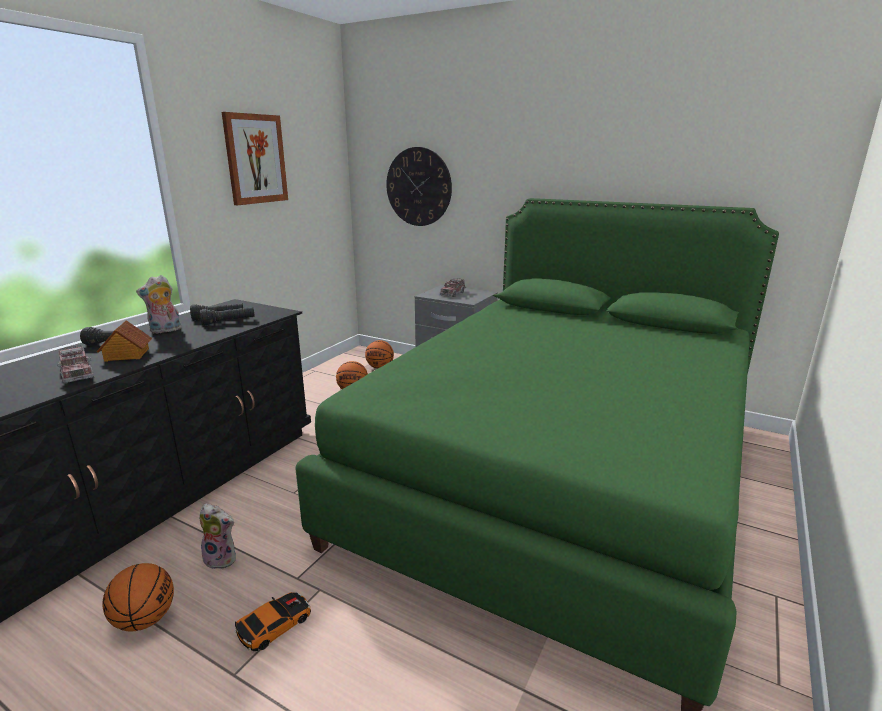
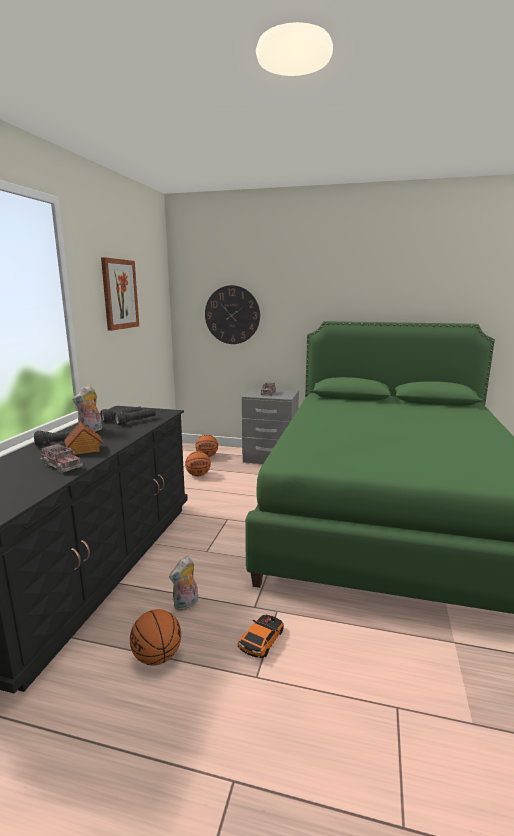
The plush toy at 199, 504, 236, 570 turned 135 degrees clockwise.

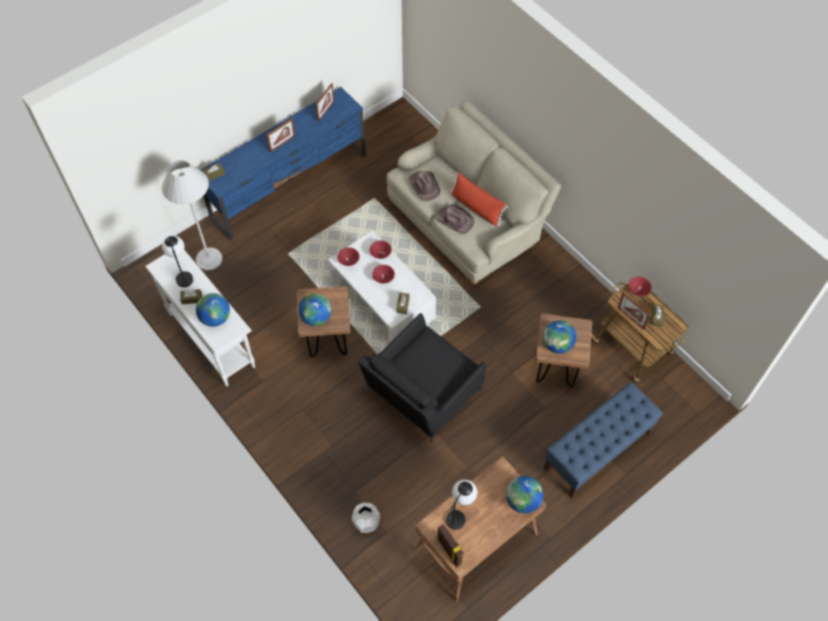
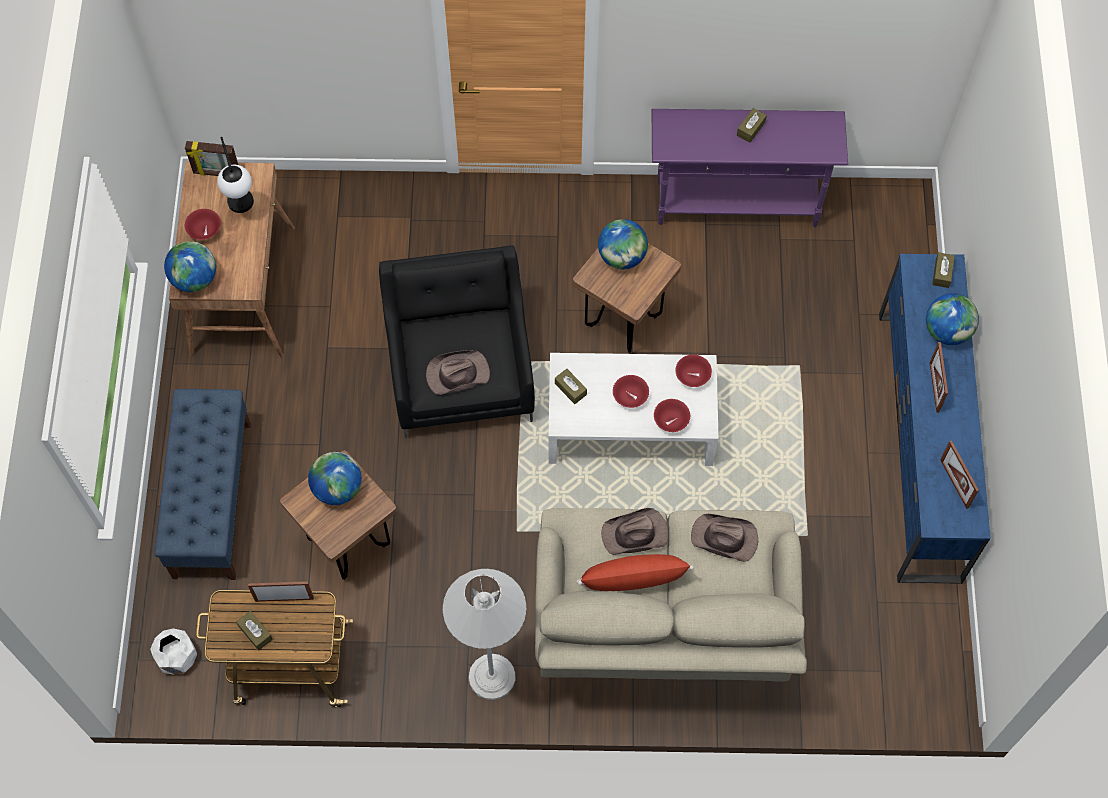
The table lamp at 162, 236, 193, 287 disappeared.
The wearable hat/brown at 426, 350, 490, 395 appeared.
The standing lamp/white moved from 162, 160, 222, 270 to 443, 569, 526, 700.
The desk globe moved from 196, 293, 230, 327 to 926, 293, 979, 345.
The planter/white moved from 352, 503, 380, 533 to 150, 628, 197, 675.
The serving bowl/red moved from 628, 276, 652, 296 to 185, 209, 221, 240.
The narrow table/white at 145, 250, 255, 386 became the narrow table/purple-coloured at 652, 109, 848, 227.

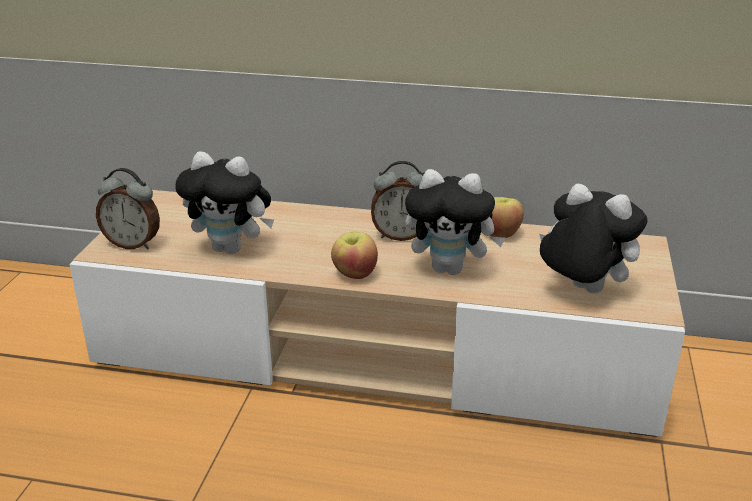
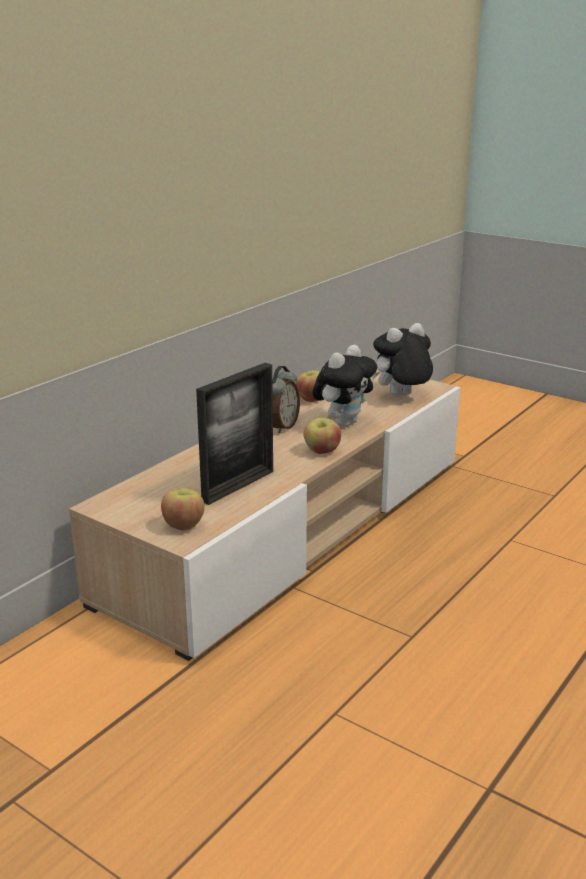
The table clock at 96, 168, 160, 250 was replaced by the whole apple at 161, 488, 205, 531.
The plush toy at 175, 151, 274, 254 was replaced by the standing frame at 196, 363, 273, 505.

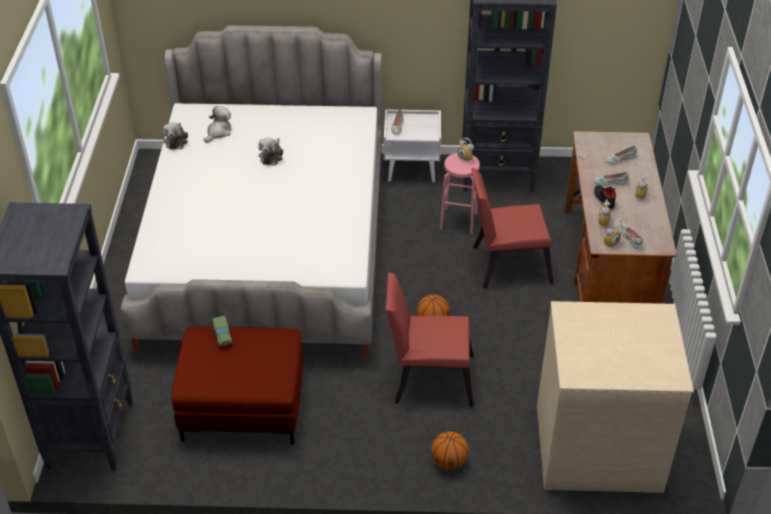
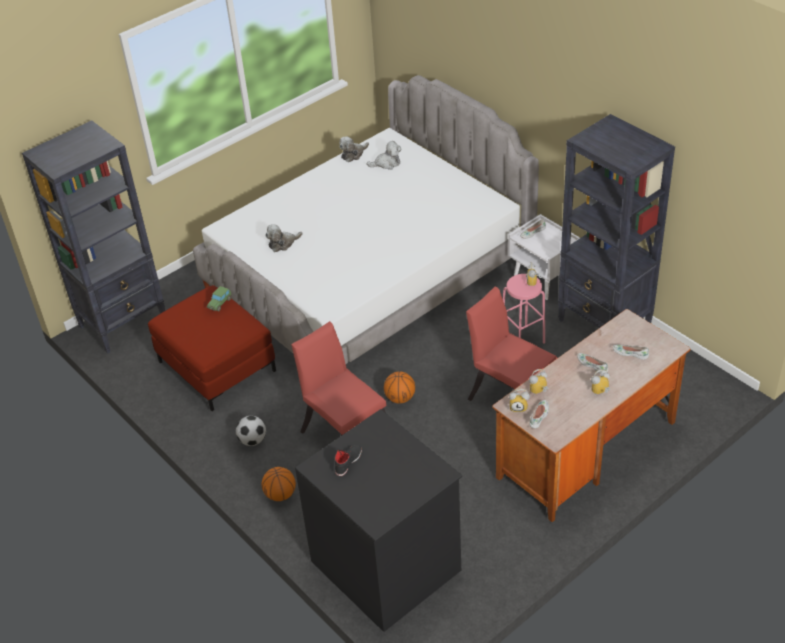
The ball for football at 236, 416, 266, 446 appeared.
The plush toy moved from 258, 138, 283, 166 to 265, 224, 302, 252.
The shoe/black moved from 594, 185, 616, 211 to 335, 445, 362, 476.
The dresser/sand-coloured at 537, 301, 694, 493 became the dresser/black at 295, 409, 462, 632.

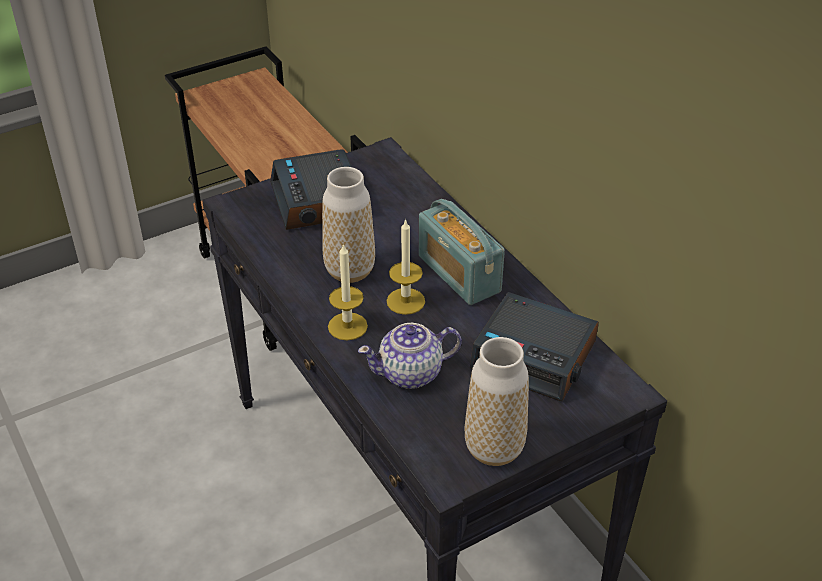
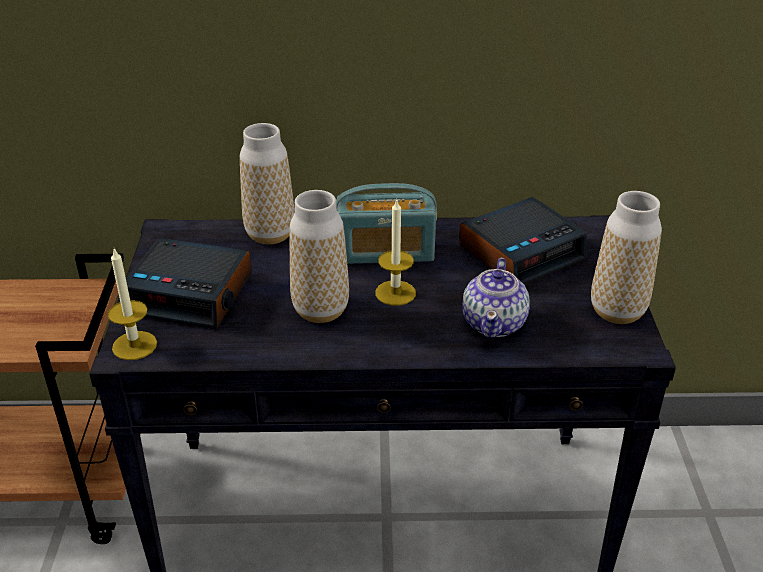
The vase at 240, 123, 295, 245 appeared.
The wax light moved from 328, 243, 368, 341 to 108, 249, 157, 360.

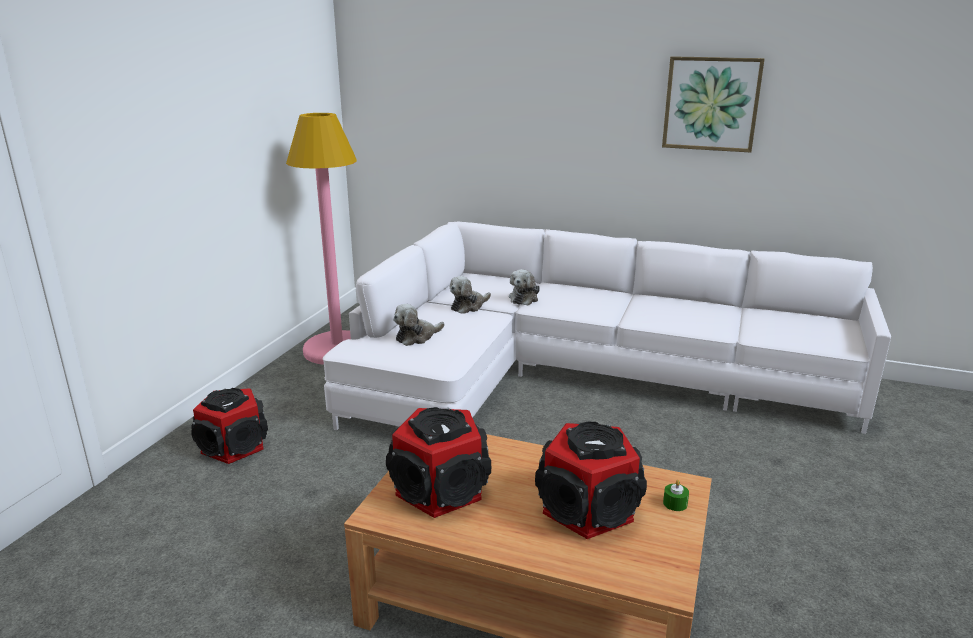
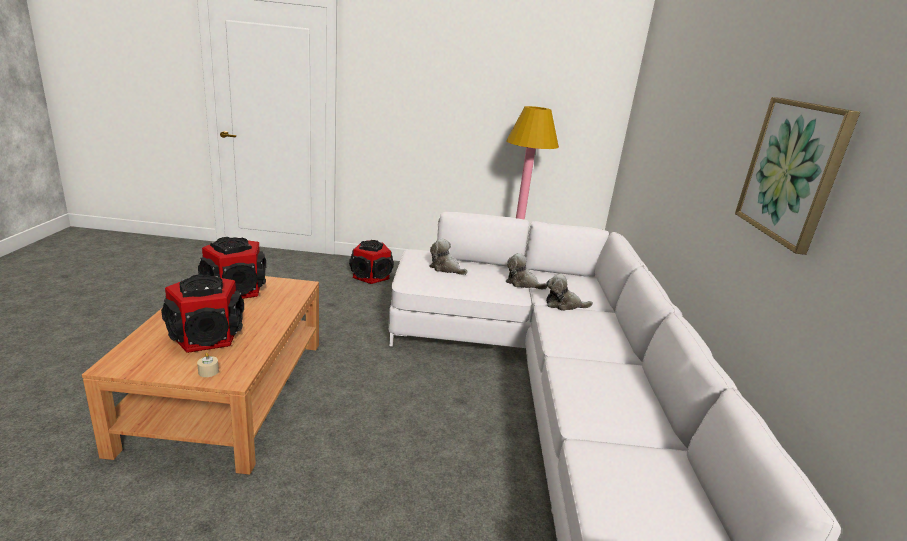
The wax light/green-coloured at 663, 480, 689, 511 became the wax light/sand-coloured at 197, 352, 219, 377.

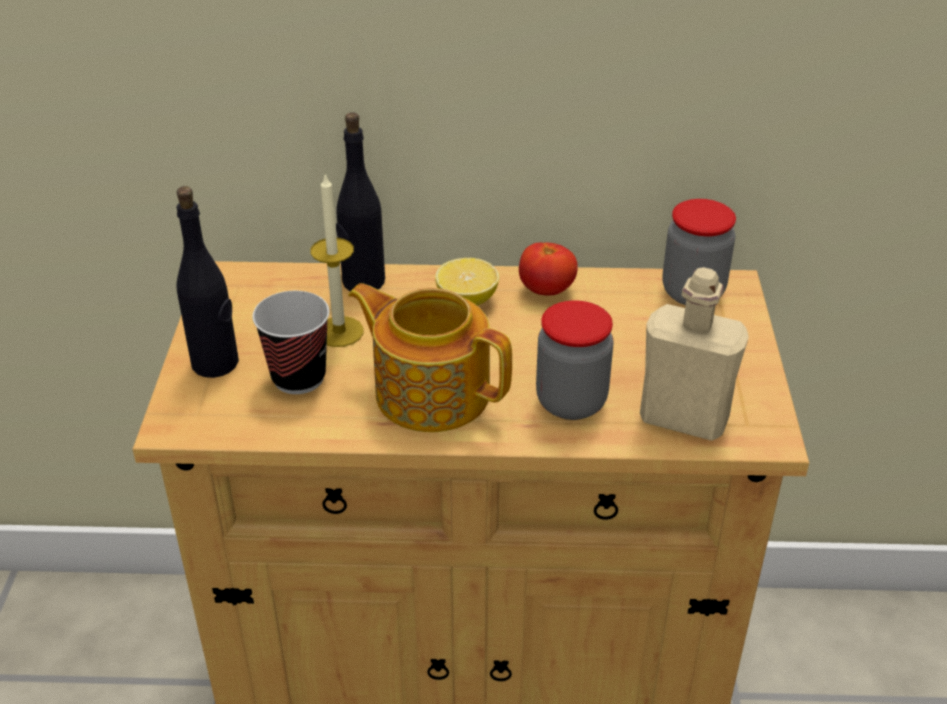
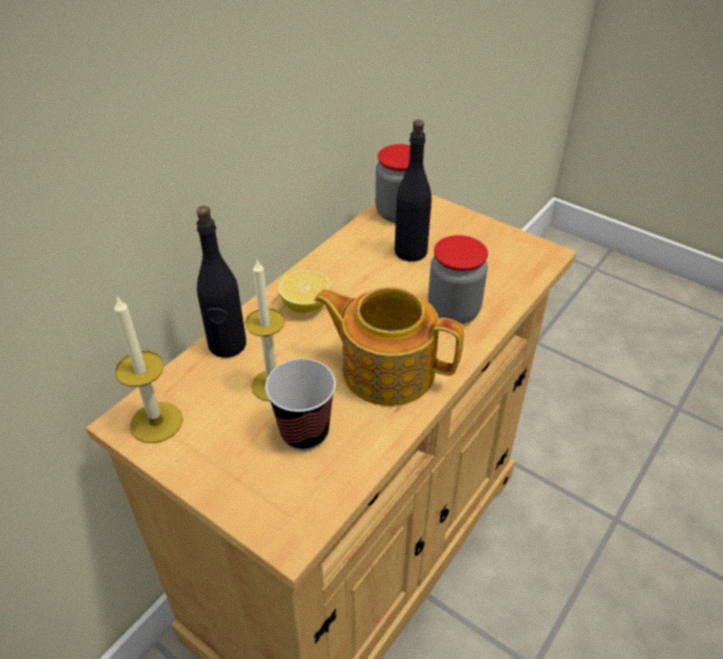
The whole tomato at 519, 243, 578, 295 disappeared.
The bottle/sand-coloured at 640, 267, 749, 441 disappeared.
The wax light at 114, 295, 183, 443 appeared.
The bottle/black moved from 176, 186, 239, 378 to 395, 120, 432, 262.
The teapot at 348, 283, 512, 432 turned 45 degrees clockwise.

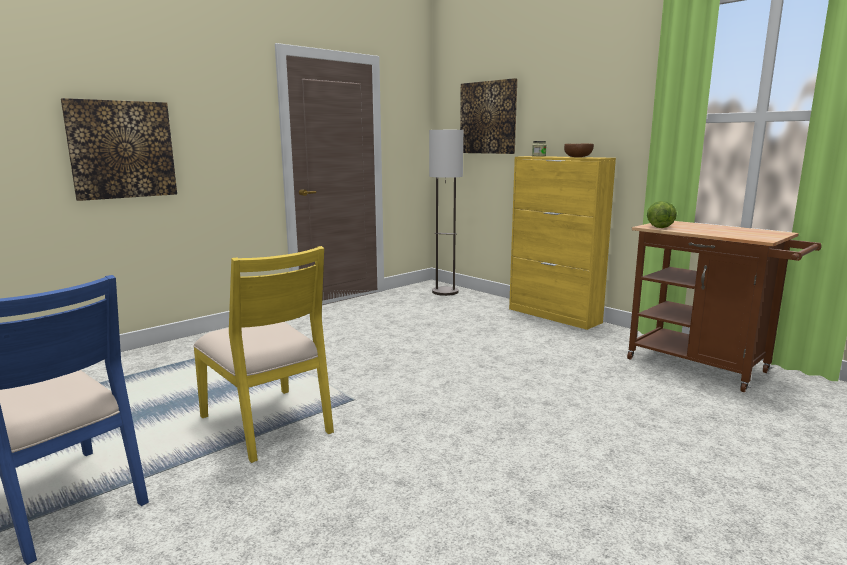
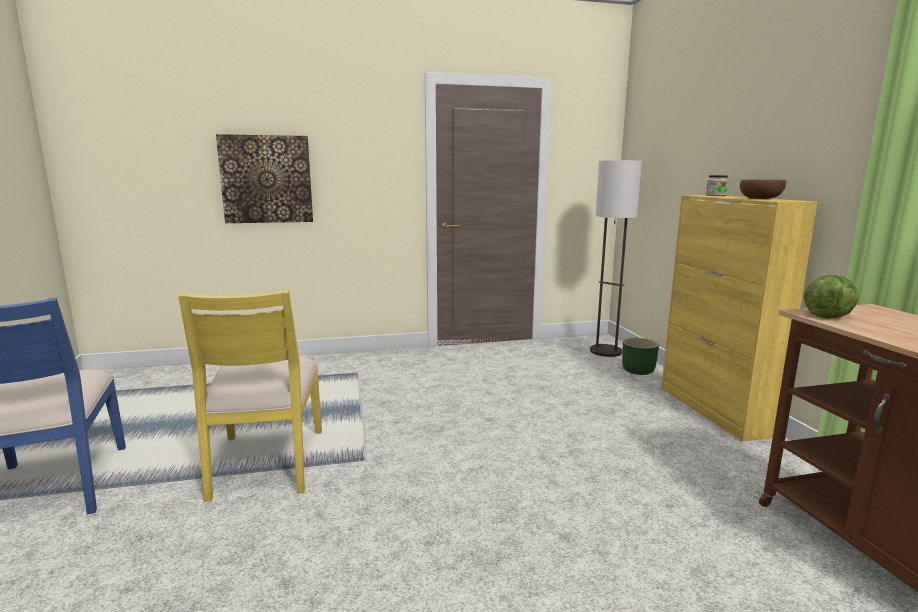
The picture at 460, 78, 517, 154 disappeared.
The planter/green-coloured at 622, 338, 659, 375 appeared.

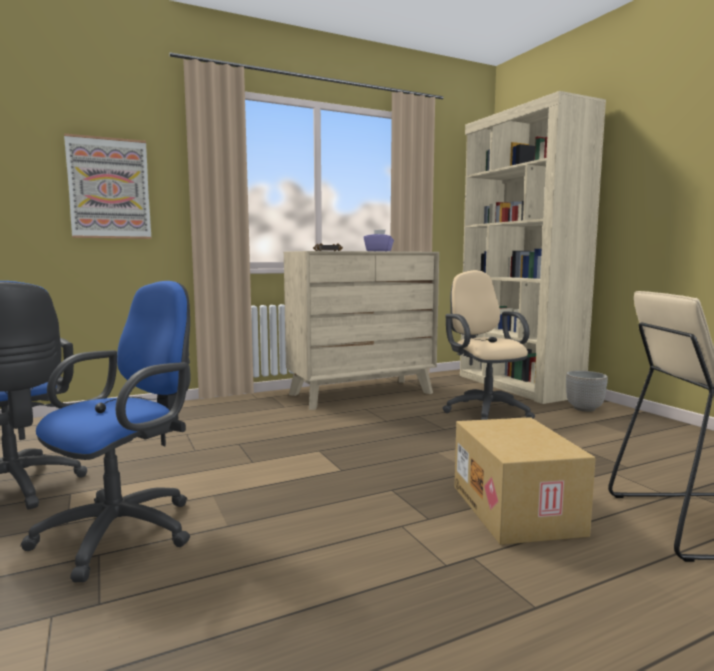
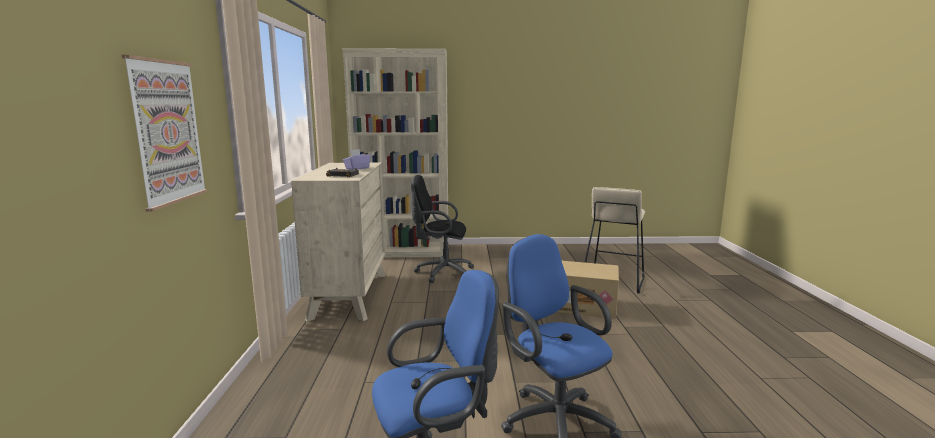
The planter at 566, 371, 608, 412 disappeared.
The office chair/sand-coloured at 443, 270, 535, 420 became the office chair/black at 411, 175, 474, 283.

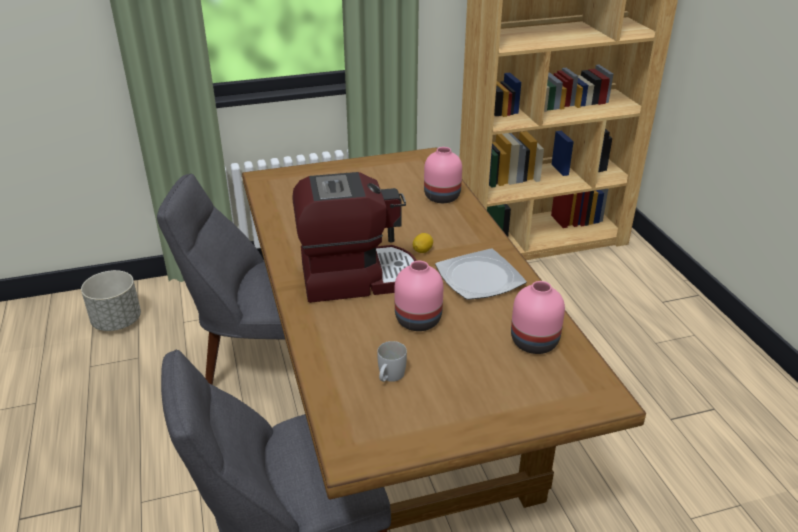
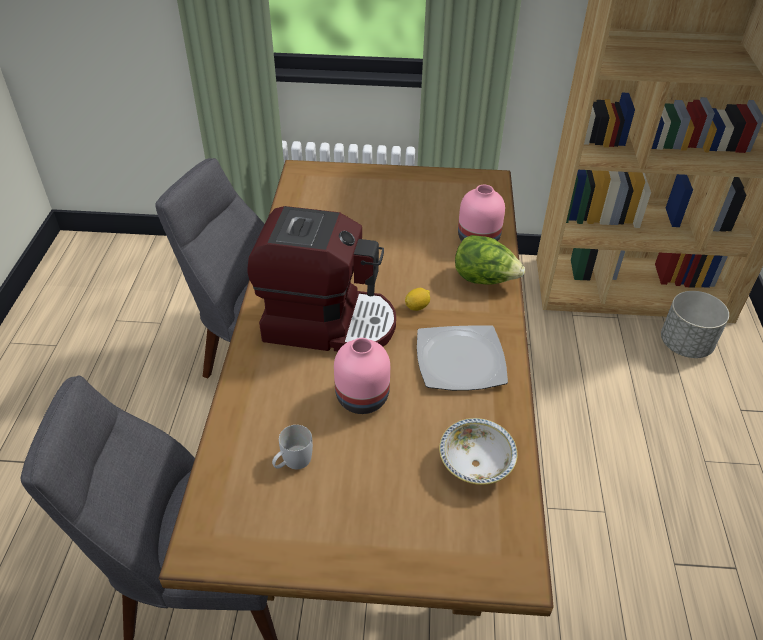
The lettuce at 455, 235, 525, 285 appeared.
The planter/gray moved from 81, 270, 141, 331 to 661, 291, 729, 358.
The vase/pink at 511, 281, 565, 354 was replaced by the serving bowl at 439, 418, 518, 485.

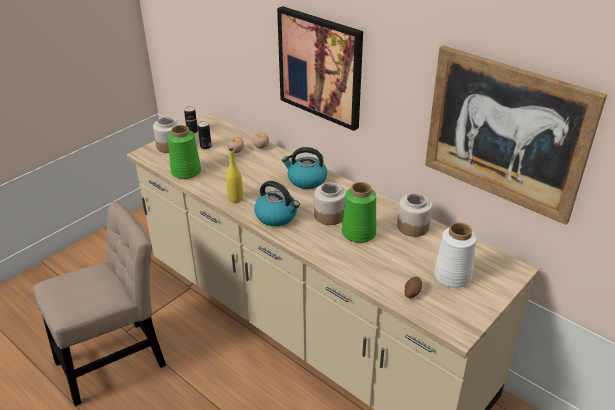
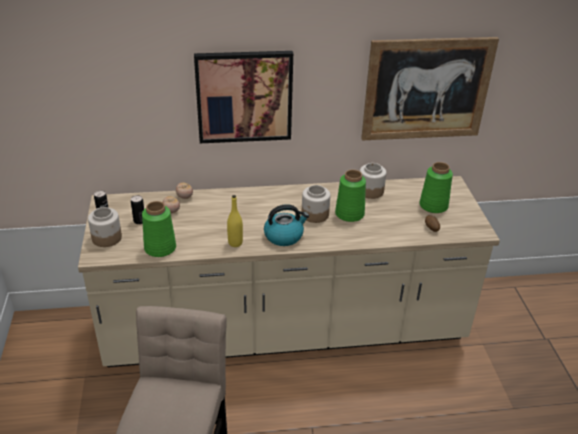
The kettle at 282, 147, 327, 189 disappeared.
The vase/white at 434, 222, 476, 288 became the vase/green-coloured at 419, 162, 453, 213.

